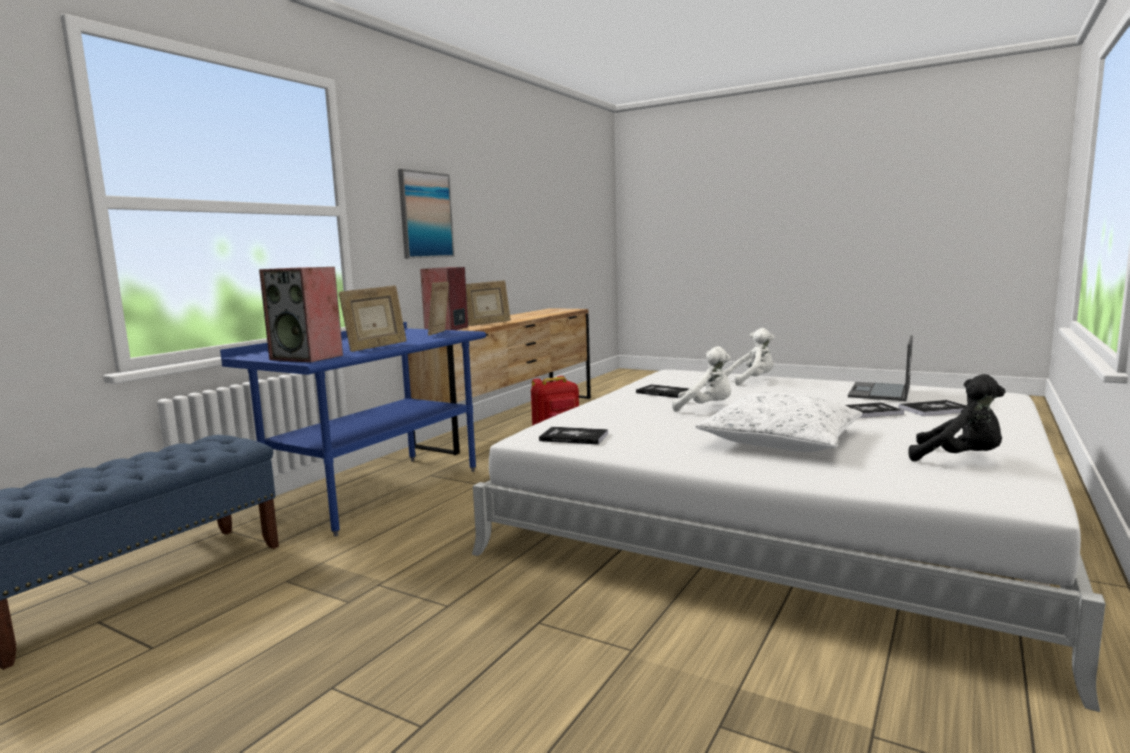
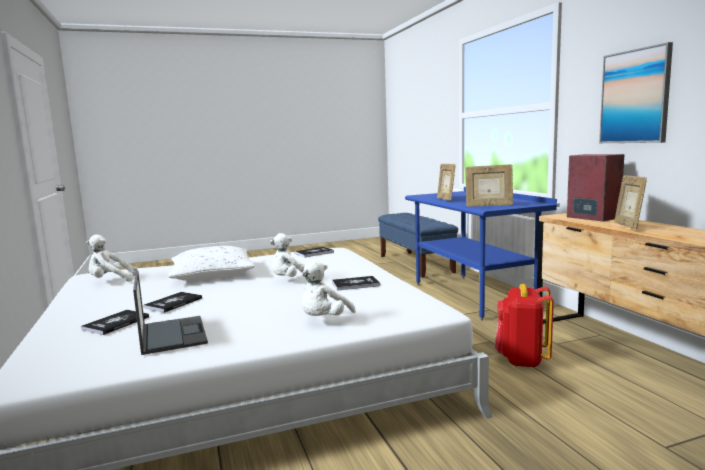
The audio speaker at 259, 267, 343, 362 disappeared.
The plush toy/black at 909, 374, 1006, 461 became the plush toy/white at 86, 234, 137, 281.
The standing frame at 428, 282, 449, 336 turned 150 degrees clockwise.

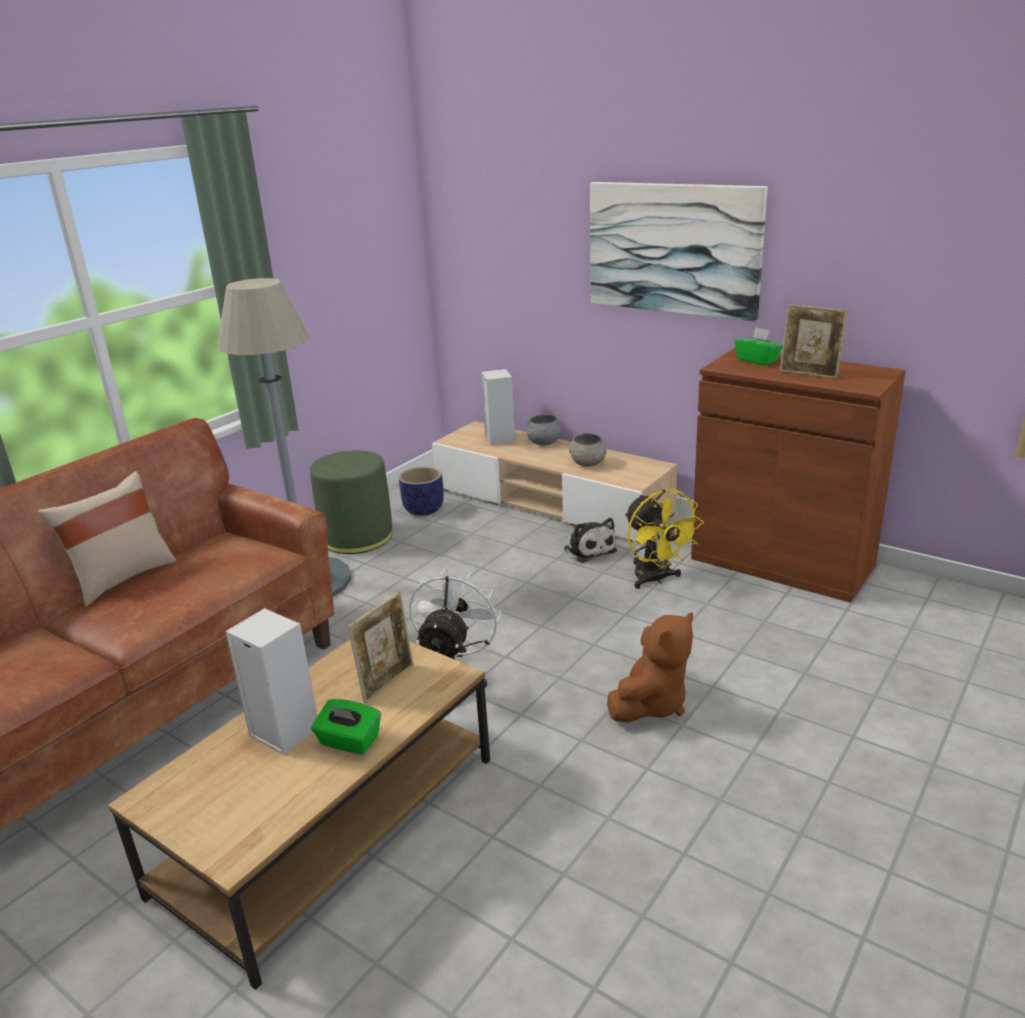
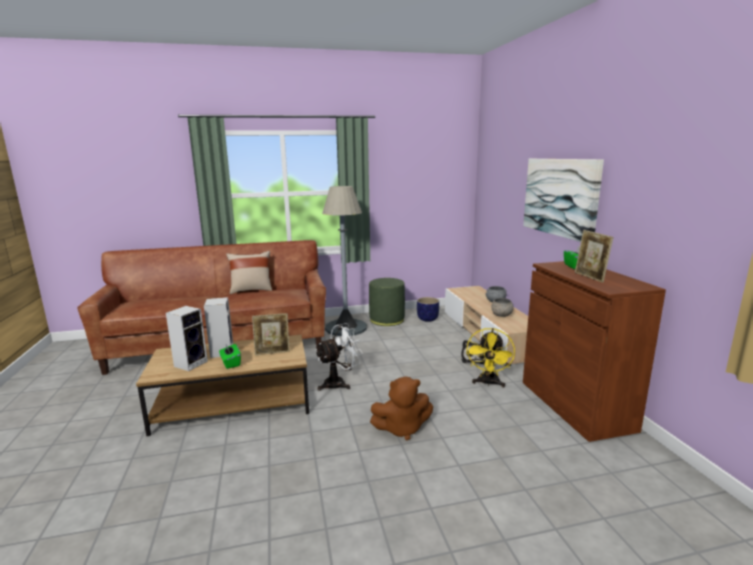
The audio speaker moved from 481, 369, 516, 445 to 166, 306, 208, 371.

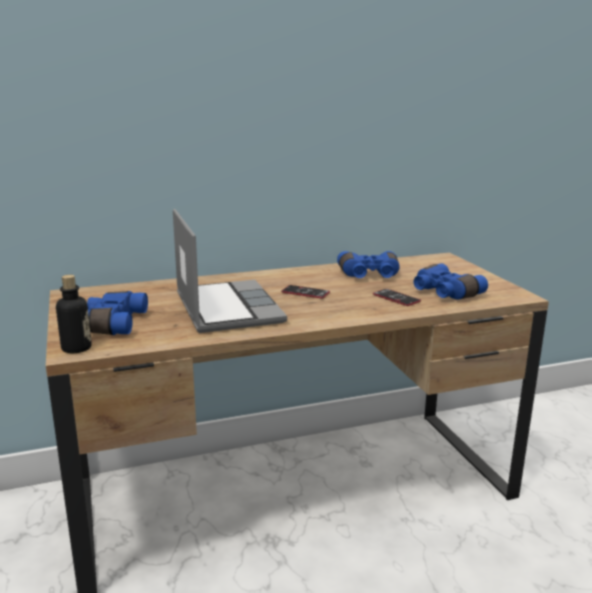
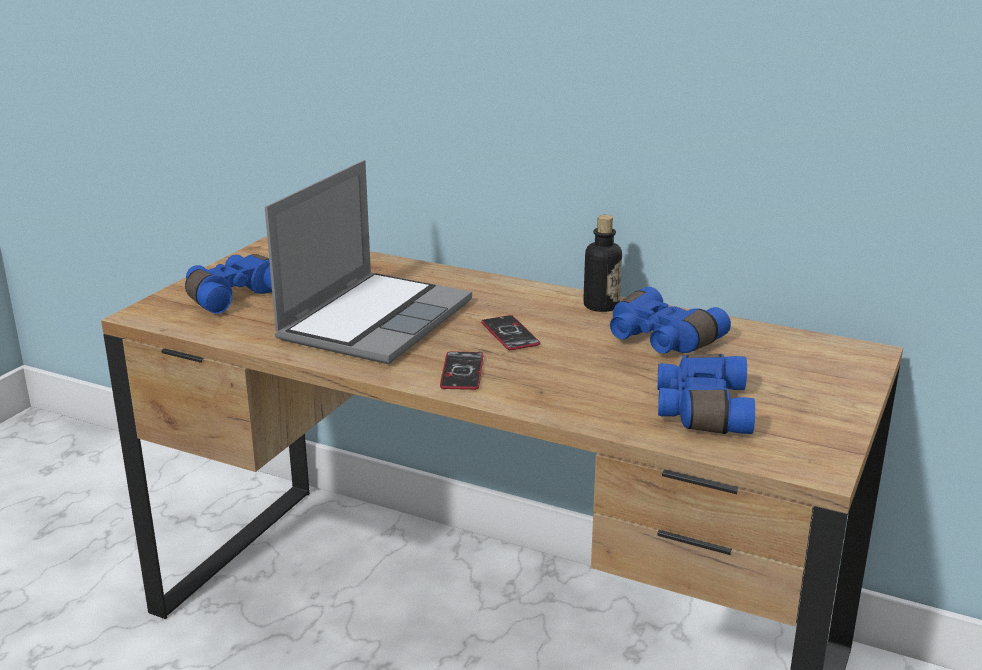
The bottle moved from 56, 275, 92, 353 to 583, 215, 622, 312.
The handset moved from 373, 289, 421, 306 to 440, 352, 483, 390.

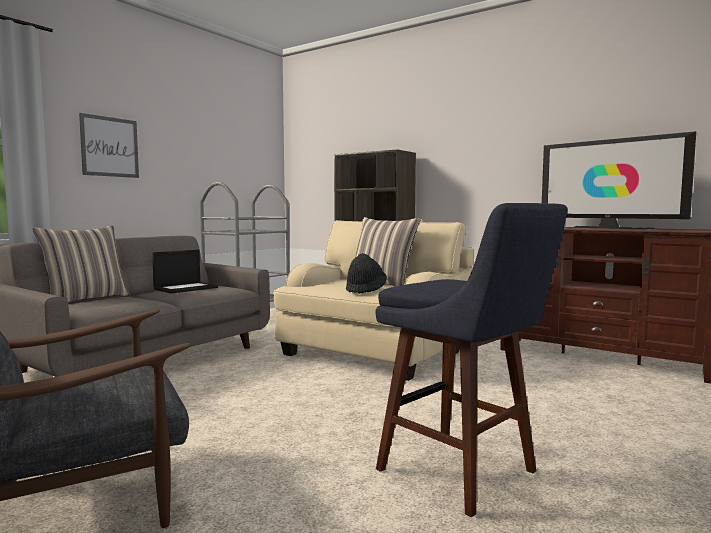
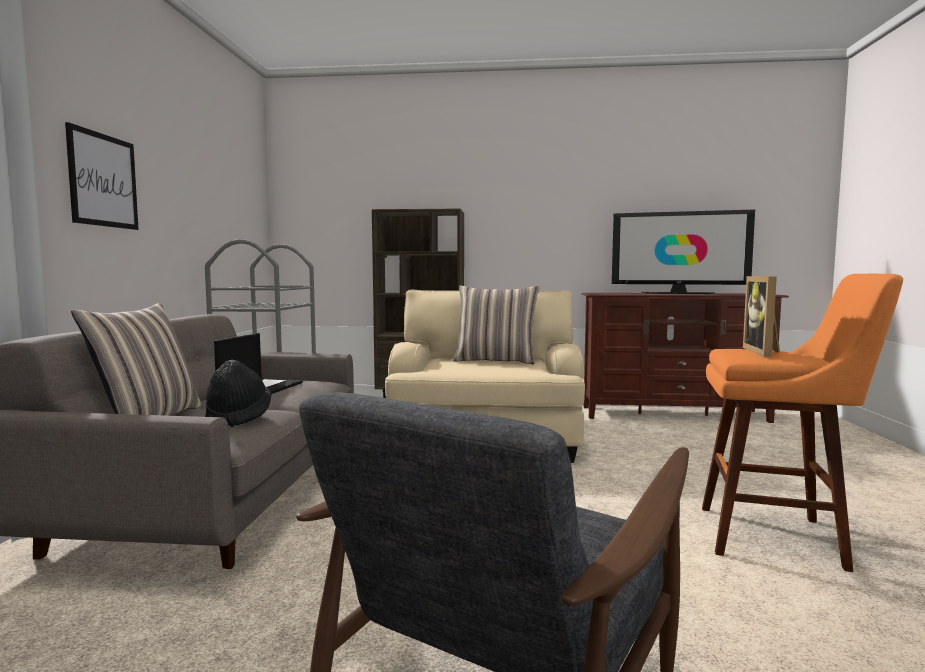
The standing frame at 743, 276, 780, 357 appeared.
The wearable hat/black moved from 346, 253, 387, 294 to 205, 360, 271, 427.
The stool/blue-coloured at 375, 203, 568, 517 became the stool/orangey at 702, 274, 903, 572.

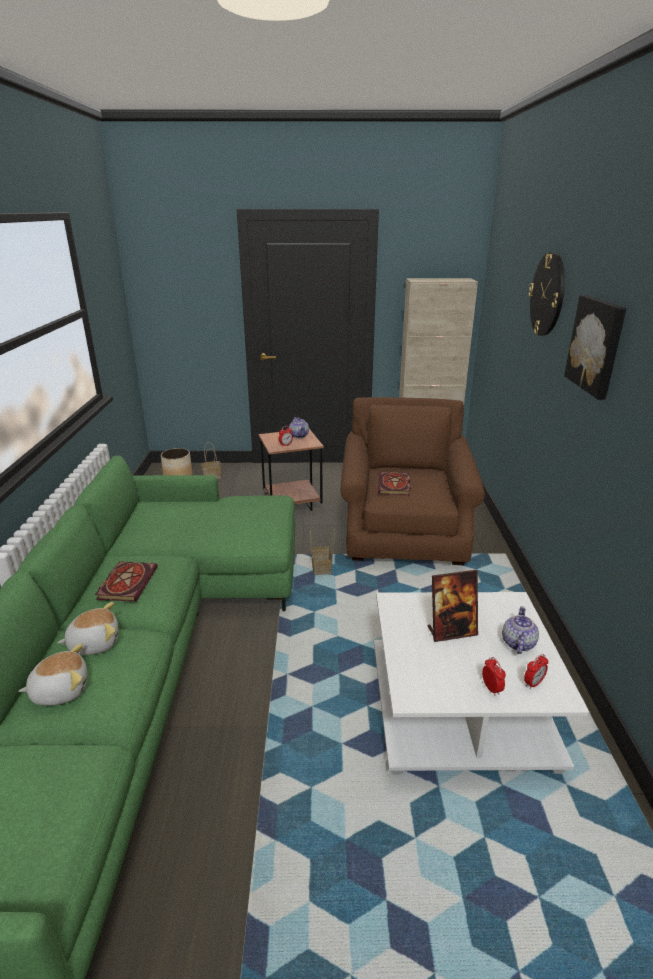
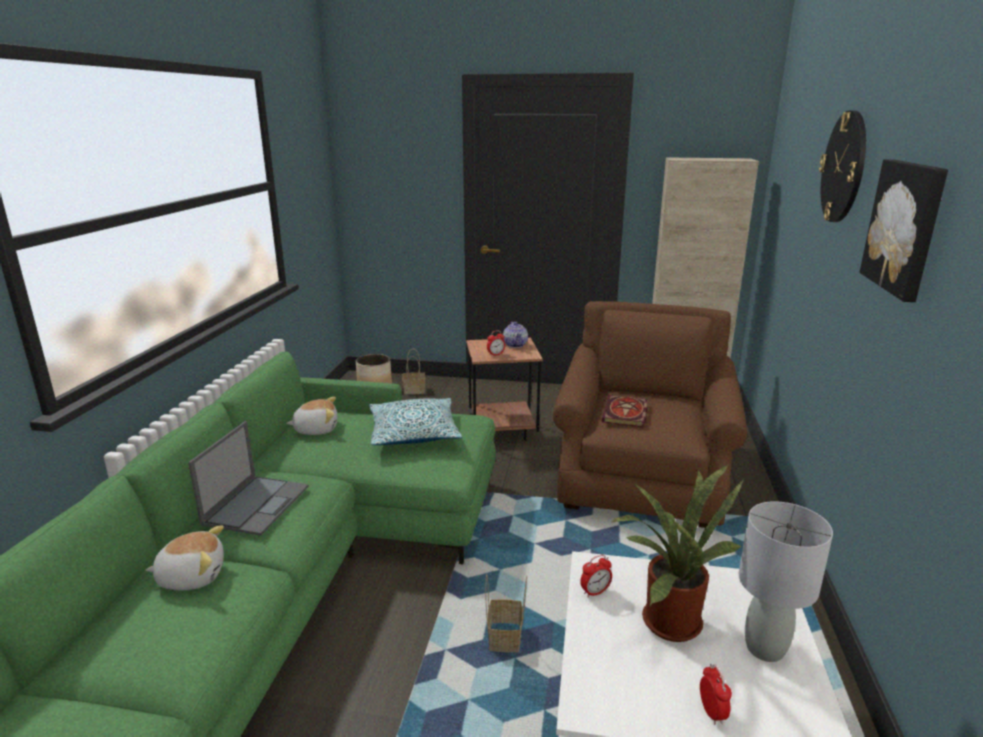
The cushion at 369, 398, 462, 445 appeared.
The plush toy moved from 18, 644, 87, 706 to 286, 397, 337, 435.
The basket moved from 310, 529, 334, 575 to 485, 574, 527, 652.
The table clock moved from 524, 654, 549, 689 to 580, 555, 612, 598.
The volume at 95, 561, 158, 602 was replaced by the laptop at 188, 421, 309, 536.
The standing frame at 428, 570, 478, 642 was replaced by the potted plant at 612, 465, 744, 642.
The teapot at 502, 606, 539, 654 was replaced by the table lamp/gray at 739, 501, 833, 662.

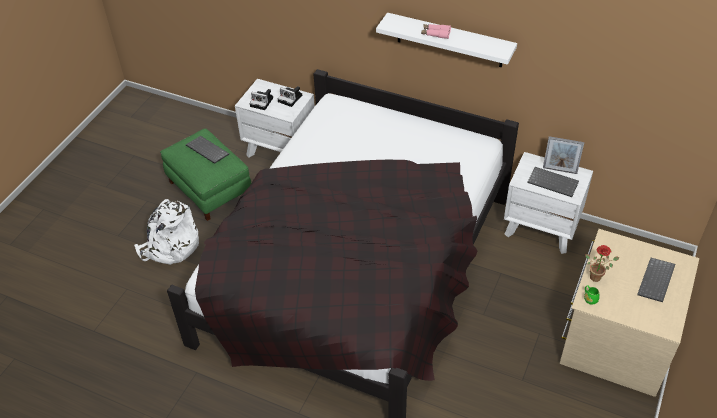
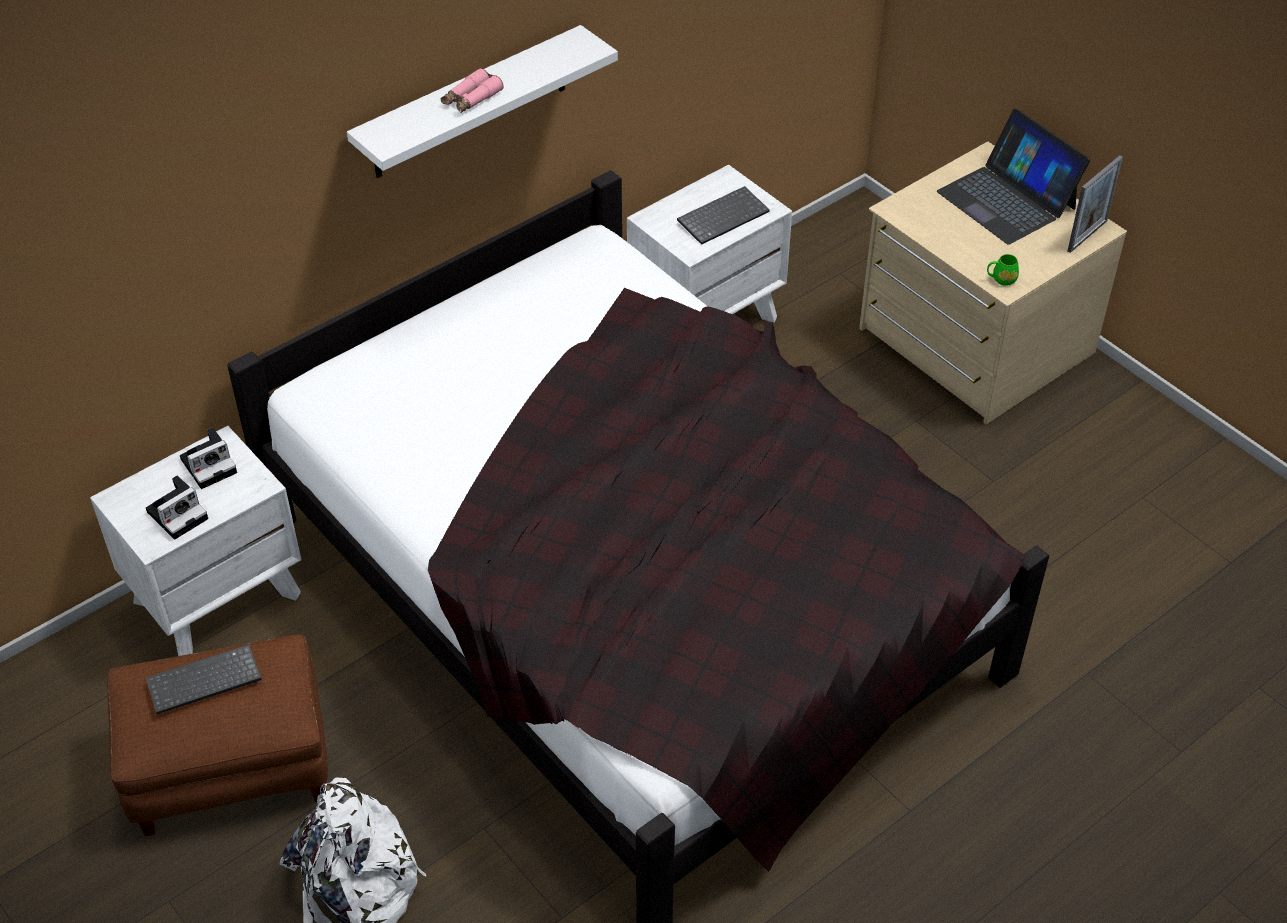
The potted plant at 585, 245, 620, 282 disappeared.
The standing frame moved from 543, 136, 584, 174 to 1067, 155, 1123, 253.
The computer keyboard at 637, 258, 675, 302 was replaced by the laptop at 937, 109, 1090, 245.
The footrest/green-coloured at 160, 128, 251, 221 became the footrest/brown at 107, 634, 328, 836.

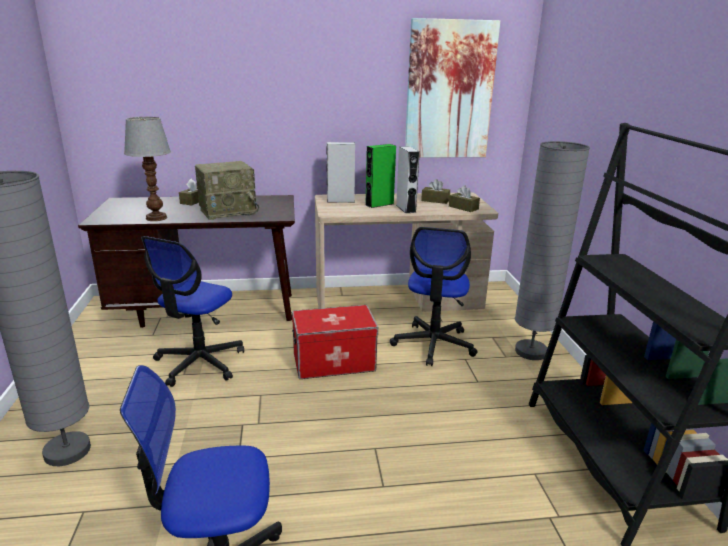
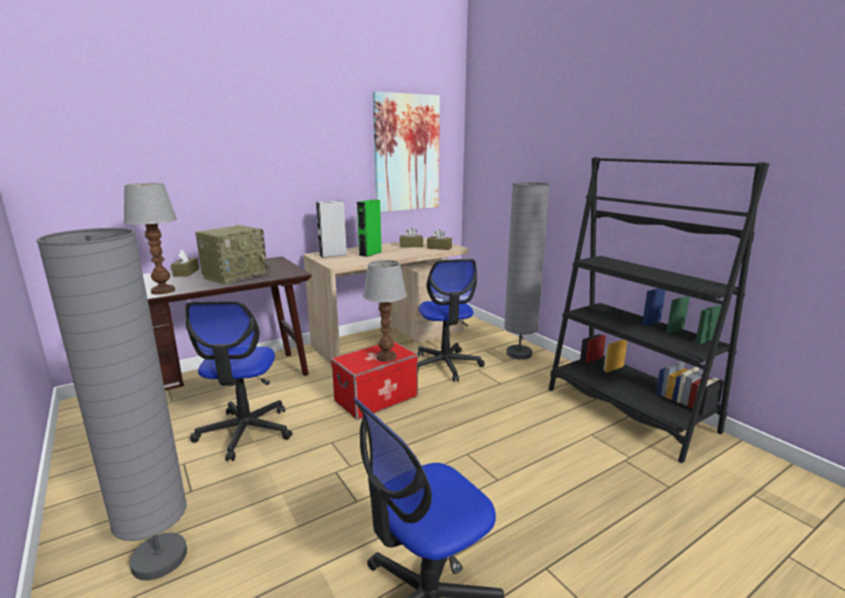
The audio speaker/gray at 396, 146, 420, 213 disappeared.
The table lamp at 363, 260, 407, 362 appeared.

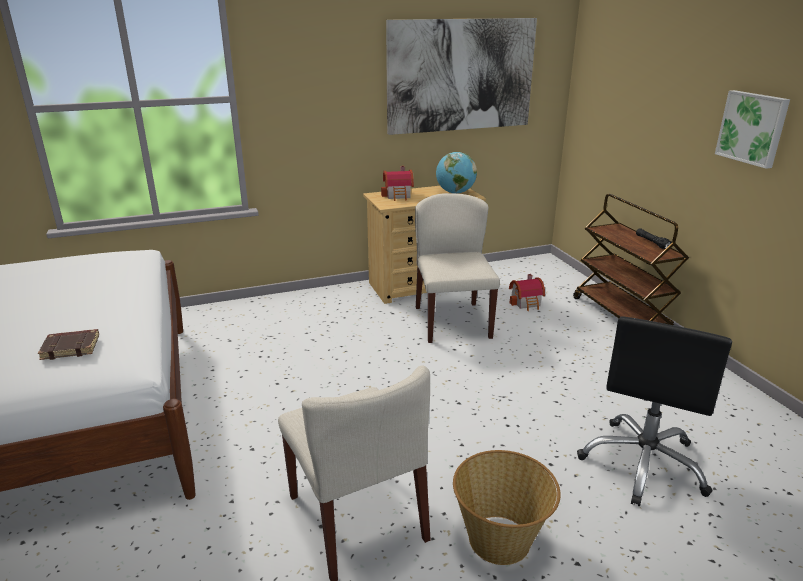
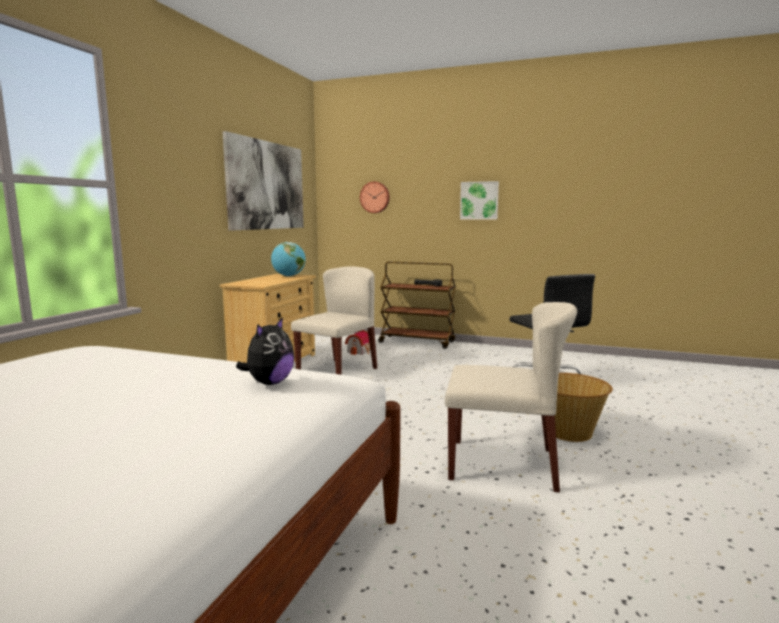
The model house at 381, 166, 414, 201 disappeared.
The clock on the wall at 360, 182, 390, 213 appeared.
The volume/brown at 38, 329, 99, 360 was replaced by the plush toy at 236, 317, 295, 385.
The upright chair/sand-coloured at 415, 193, 500, 343 turned 90 degrees clockwise.

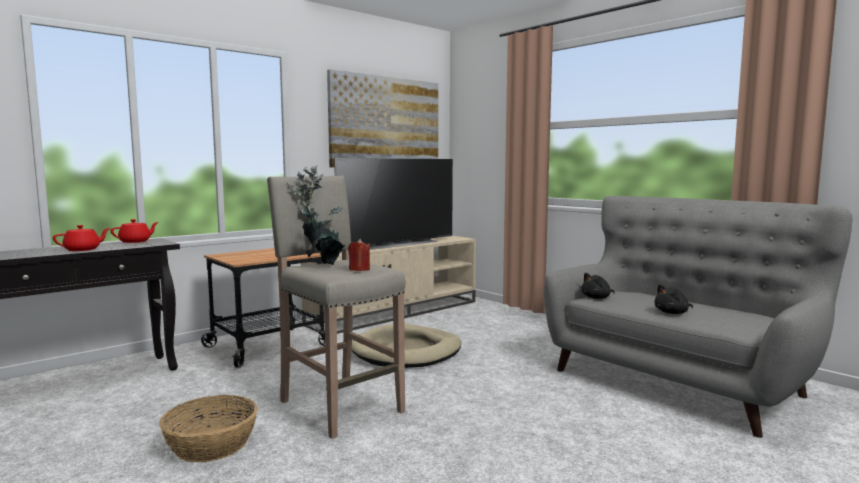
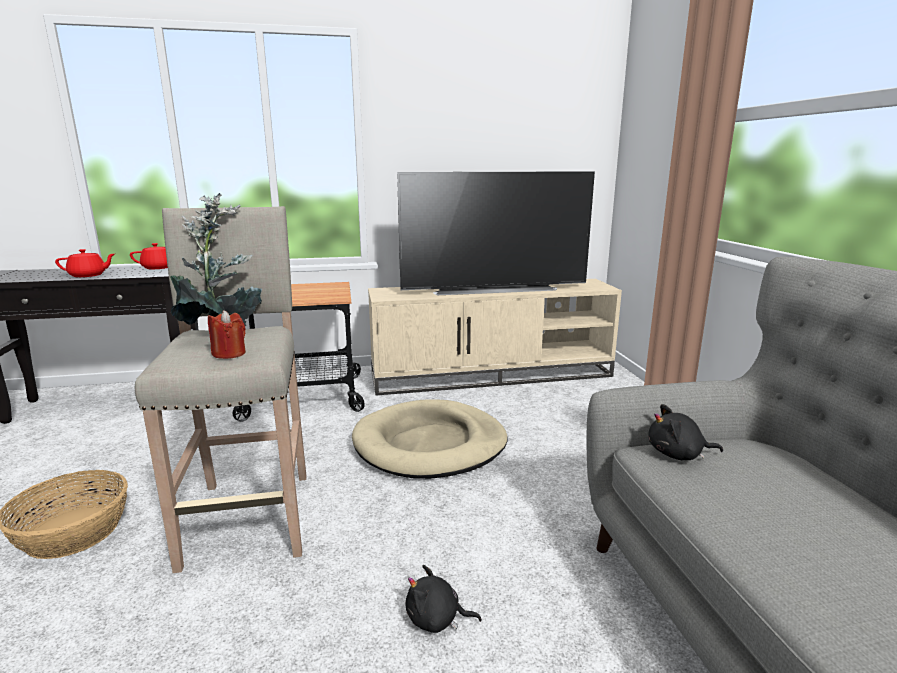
The picture at 327, 69, 438, 167 disappeared.
The plush toy/black moved from 655, 284, 693, 314 to 406, 565, 482, 633.

